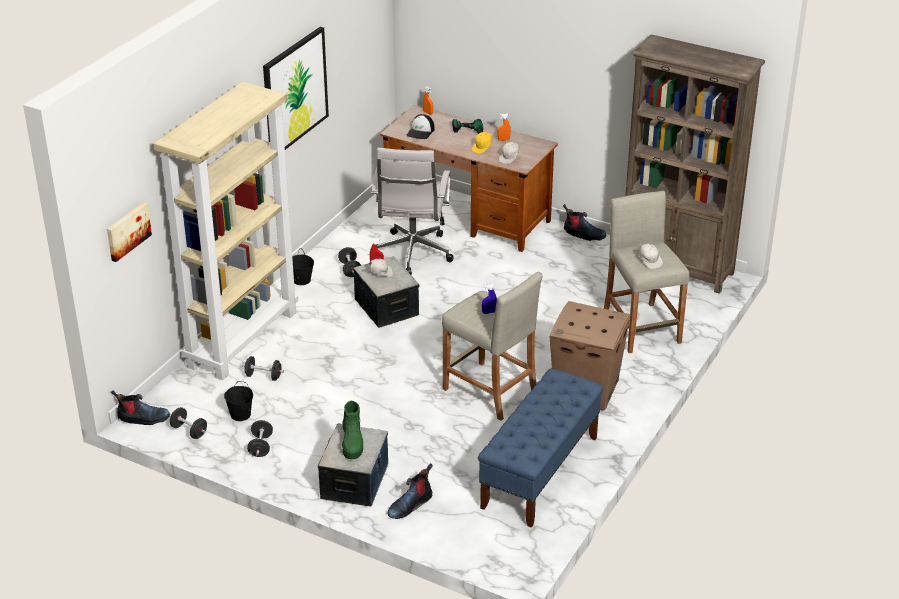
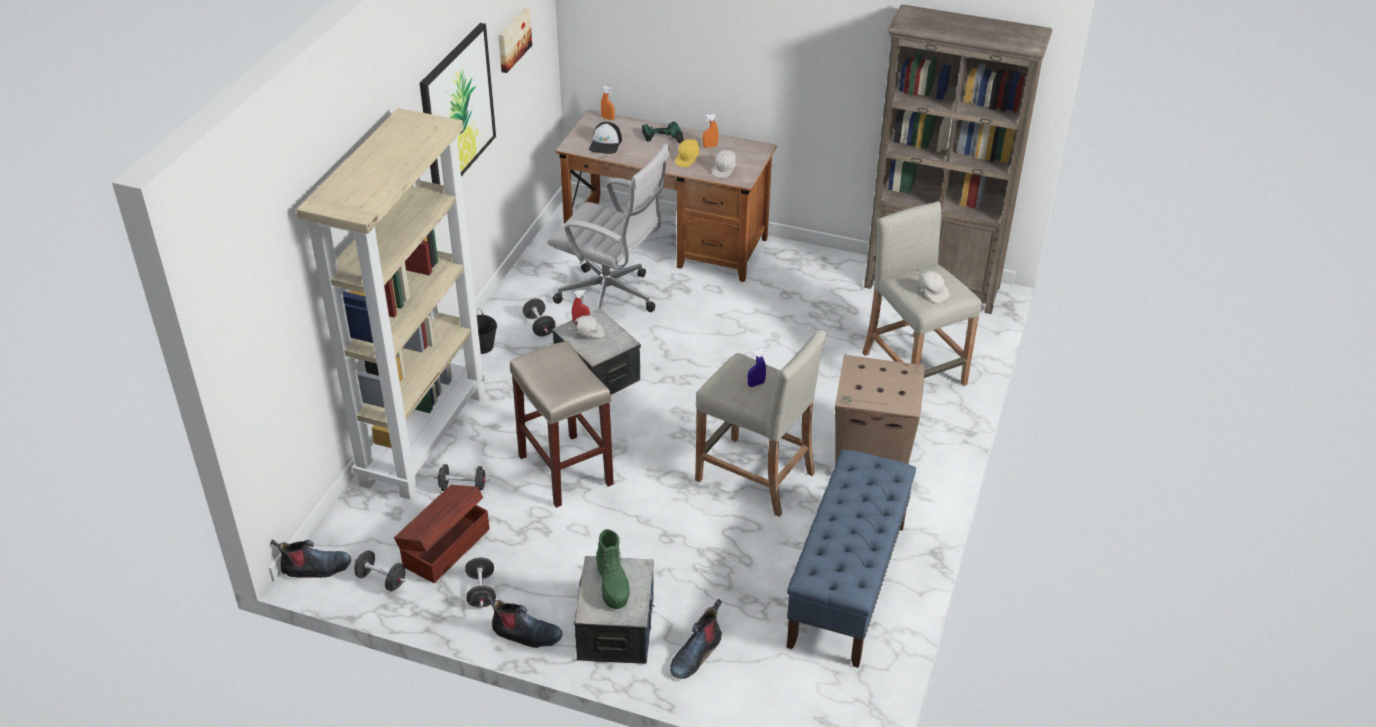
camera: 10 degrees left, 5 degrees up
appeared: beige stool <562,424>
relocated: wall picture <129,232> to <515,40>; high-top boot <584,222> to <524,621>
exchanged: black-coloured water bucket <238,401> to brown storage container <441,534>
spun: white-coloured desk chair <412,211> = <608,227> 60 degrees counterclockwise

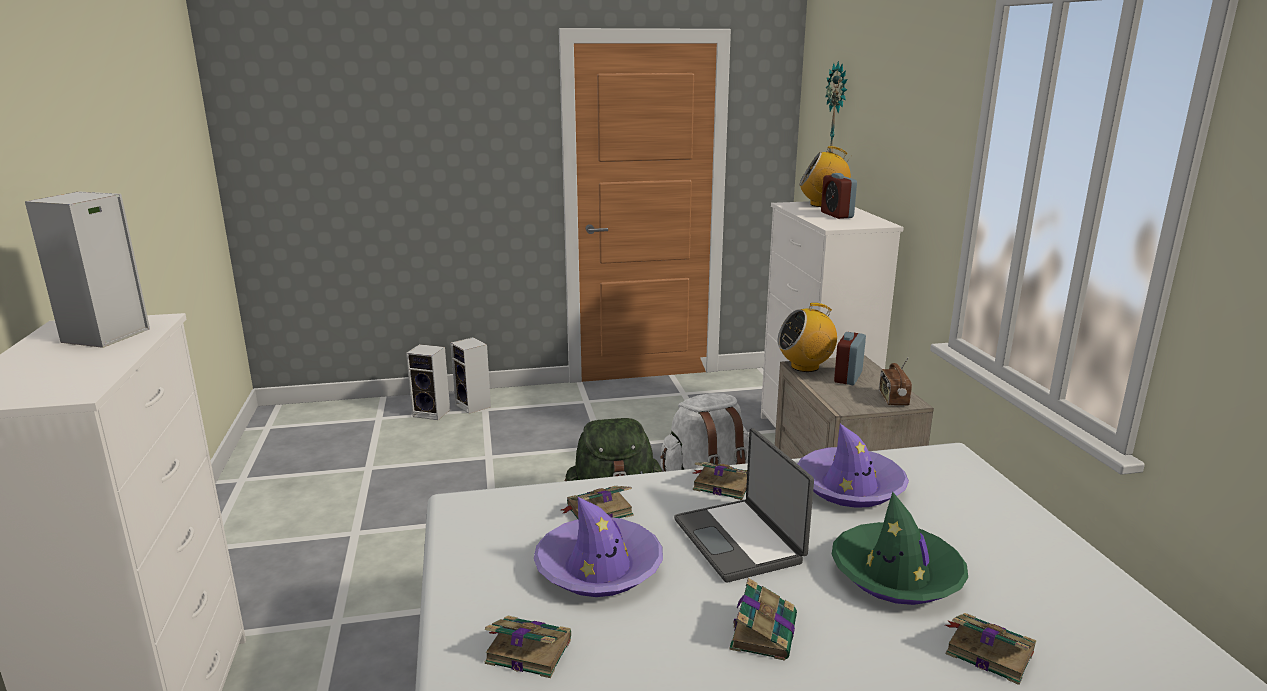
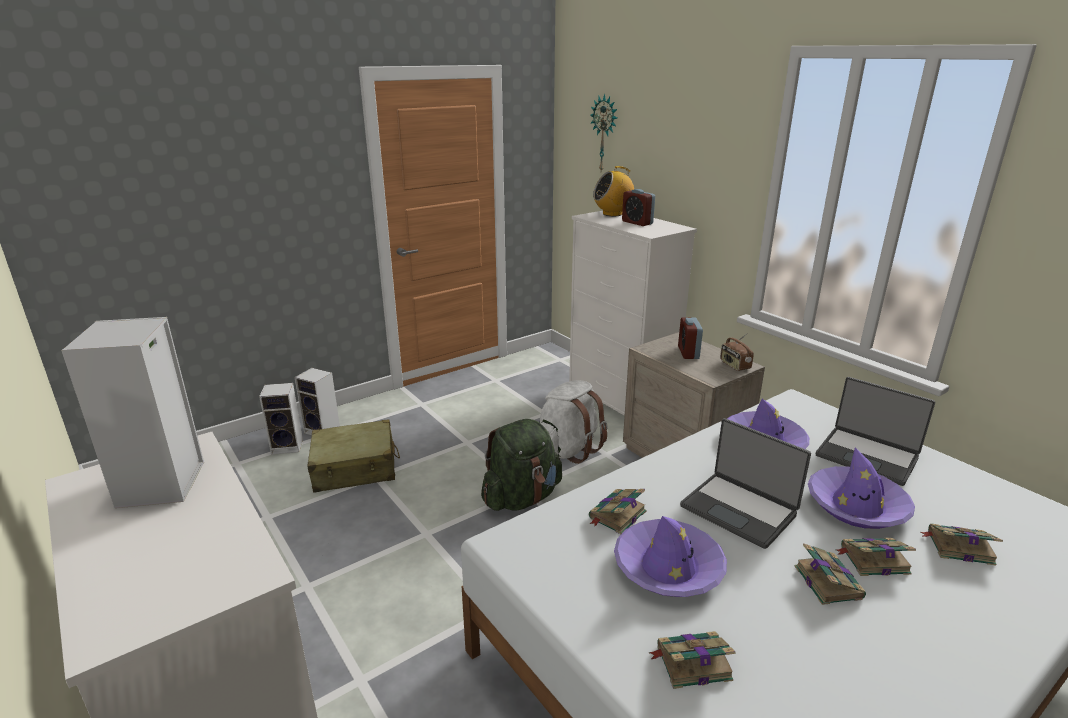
camera: 25 degrees left, 5 degrees up
missing: radio set <807,337>
appeared: beige piece of luggage <354,456>; notebook computer <875,431>
relocated: book <720,481> to <876,557>
colour: green clothing hat <900,548> to purple clothing hat <861,488>

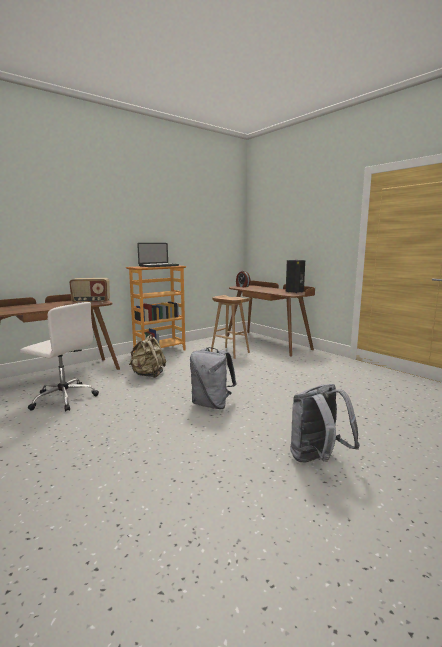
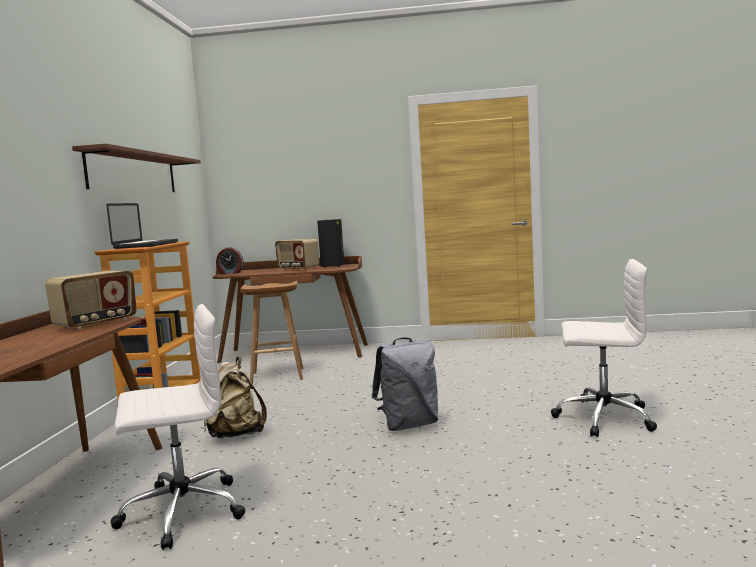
camera: 45 degrees left, 5 degrees down
appeared: brown shelf <136,168>; radio set <297,255>
exchanged: greyish knapsack <325,423> to white-coloured desk chair <604,348>

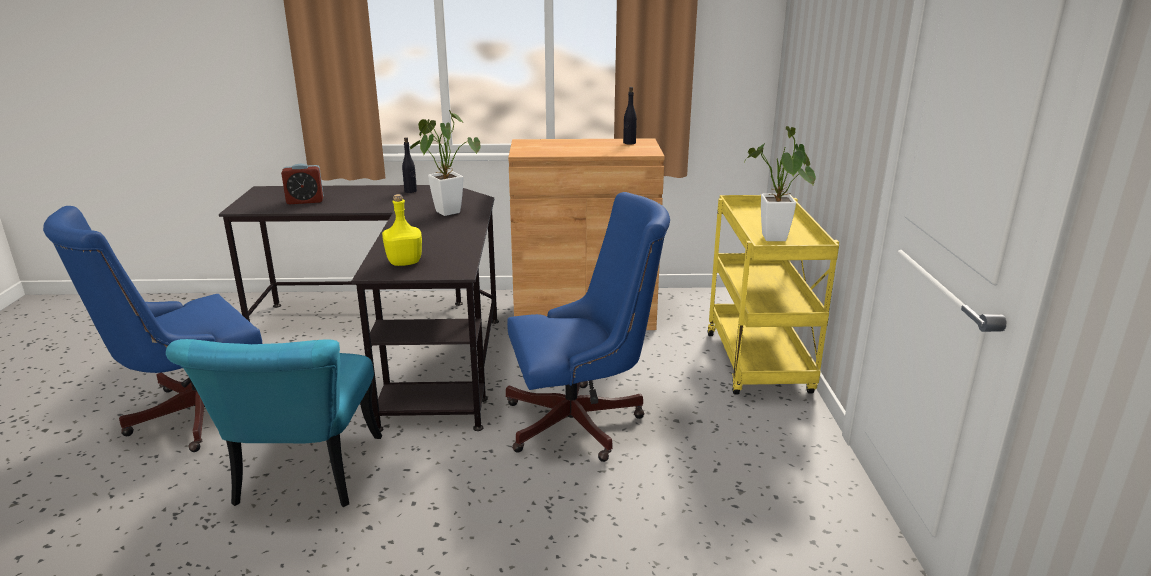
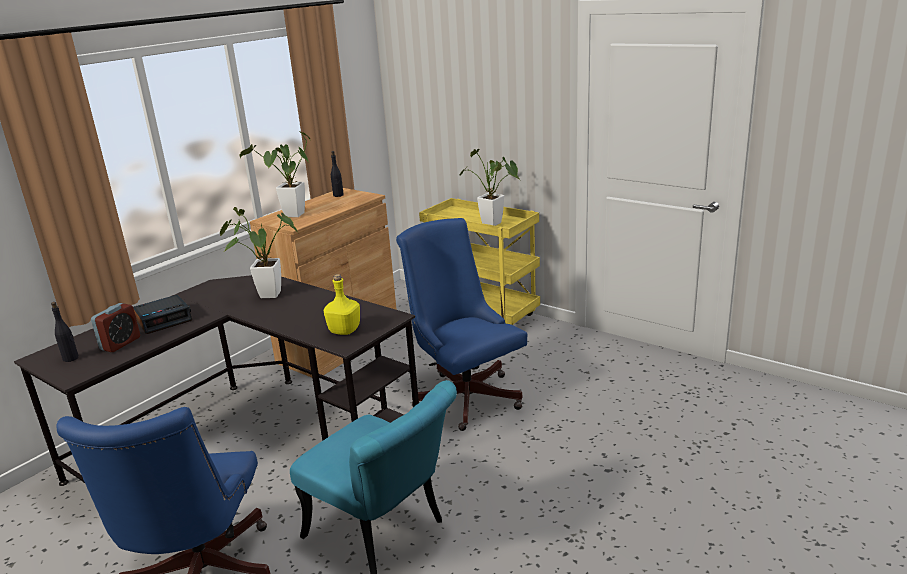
camera: 50 degrees left, 0 degrees up
appeared: table clock <162,314>; plant in a pot <274,174>
relocated: black-coloured bottle <409,165> to <65,332>
spun: blue desk chair <588,327> = <461,324> 60 degrees counterclockwise

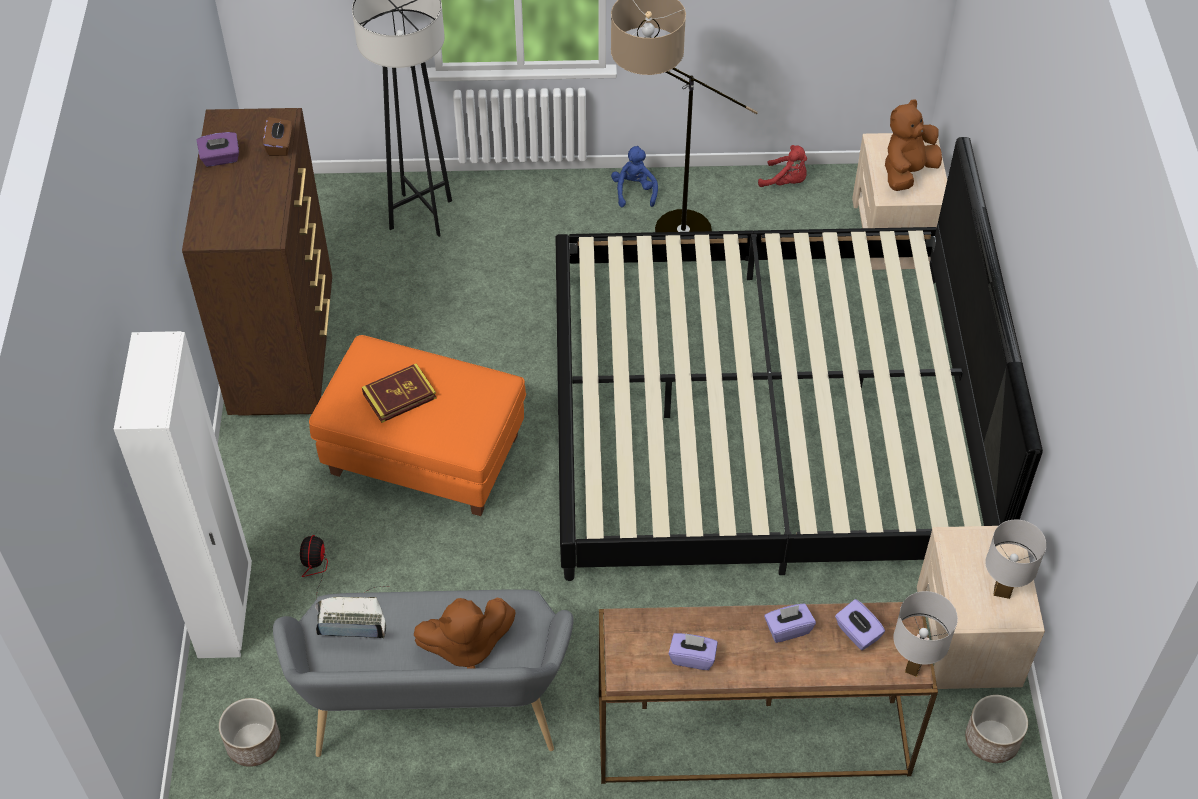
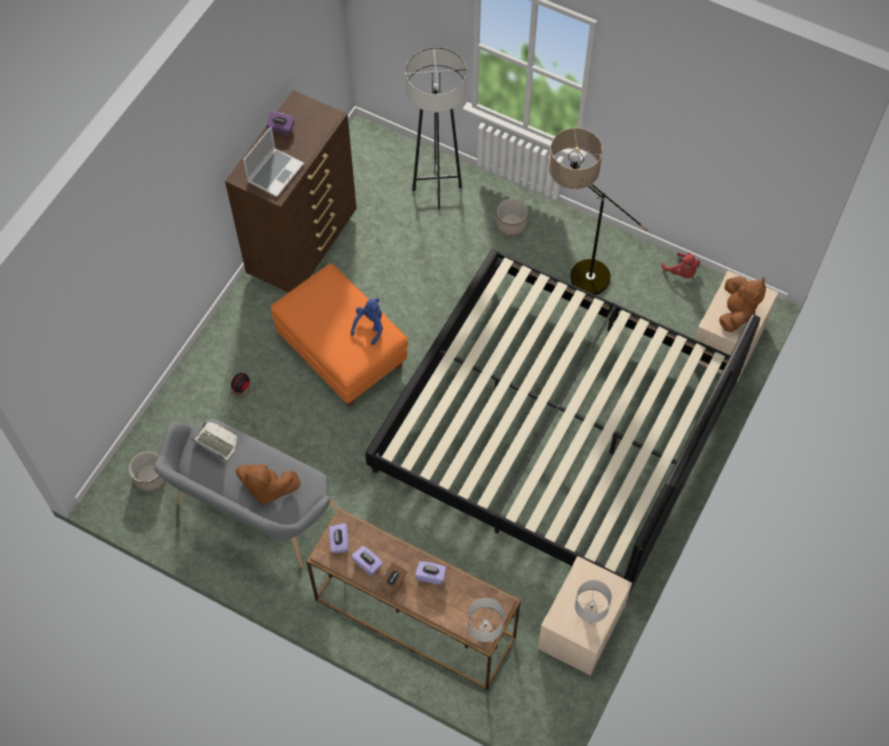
camera: 30 degrees right, 10 degrees up
missing: white-coloured clothes cupboard <183,494>; book <399,393>
appeared: notebook computer <273,161>
relocated: brown tissue box <277,136> to <392,578>; blue plush toy <634,176> to <367,321>; purple tissue box <860,624> to <339,538>; plant pot <996,729> to <512,217>
spun: brown plush toy <913,145> = <742,304> 120 degrees clockwise

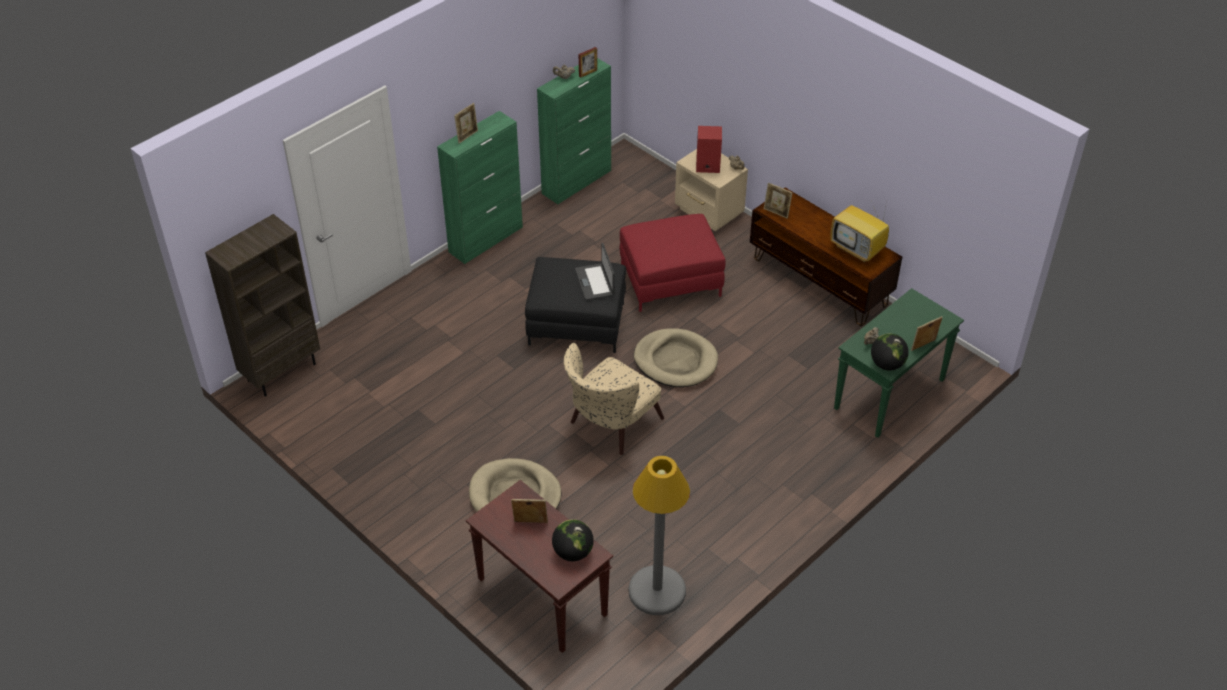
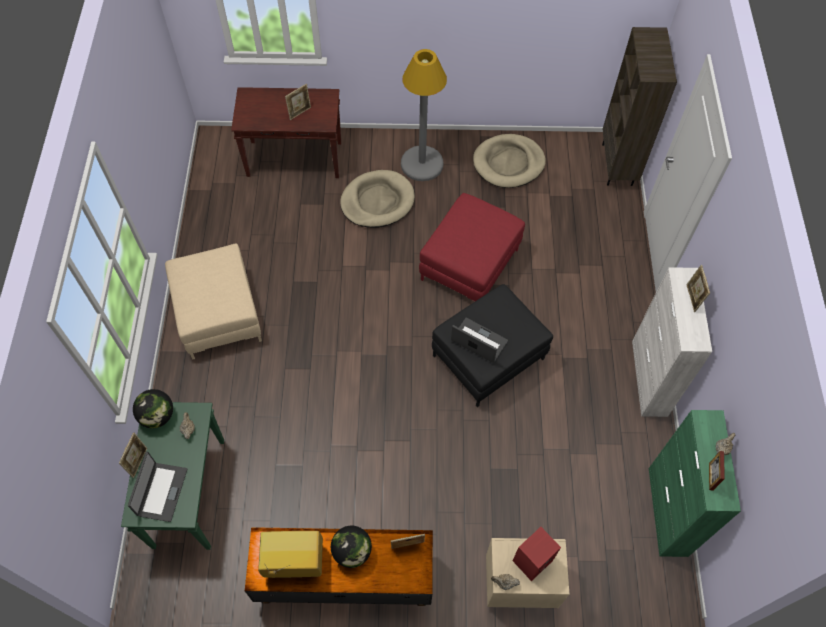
camera: 135 degrees right, 15 degrees up
missing: beige armchair <614,399>
appeared: notebook computer <157,487>; beige pouffe <213,301>
relocated: globe <573,540> to <351,547>; red pouffe <673,263> to <472,247>; greyish floor lamp <659,535> to <424,115>; beige dog cushion <676,357> to <509,161>
colour: green storage cabinet <480,187> to white-coloured storage cabinet <672,342>

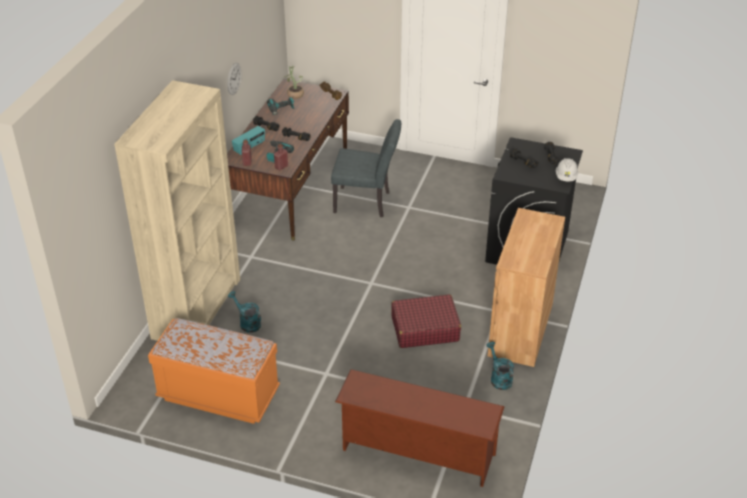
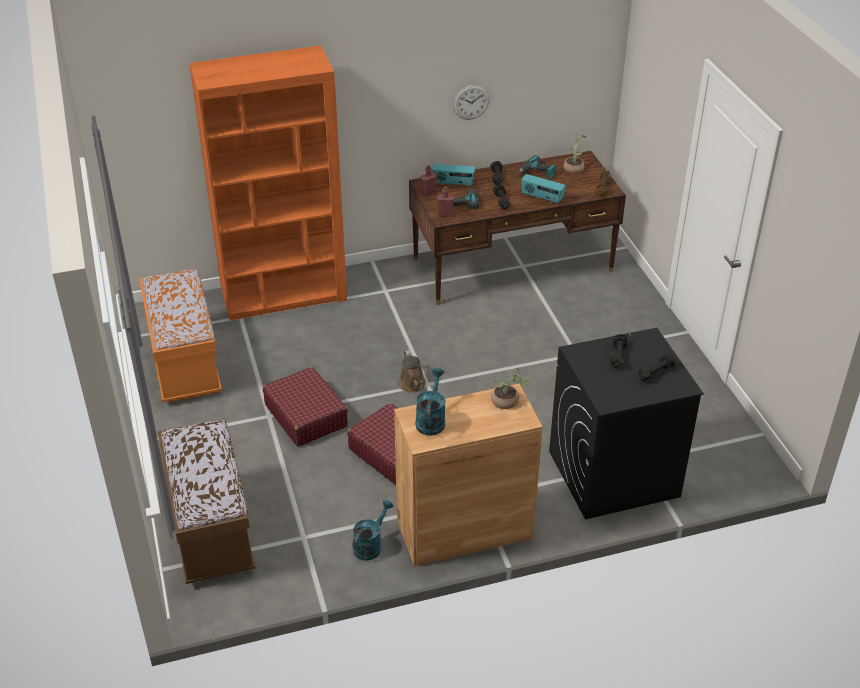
camera: 55 degrees right, 0 degrees up
missing: greyish upright chair <366,168>; white-coloured safety helmet <567,170>
appeared: red piece of luggage <305,407>; brown watering can <412,371>; plant in a pot <510,388>; radio set <543,189>
relocated: turquoise watering can <244,312> to <431,402>
exchanged: brown shoe rack <419,428> to brown bench <206,501>
colour: beige shelving unit <177,210> to orange-coloured shelving unit <268,182>

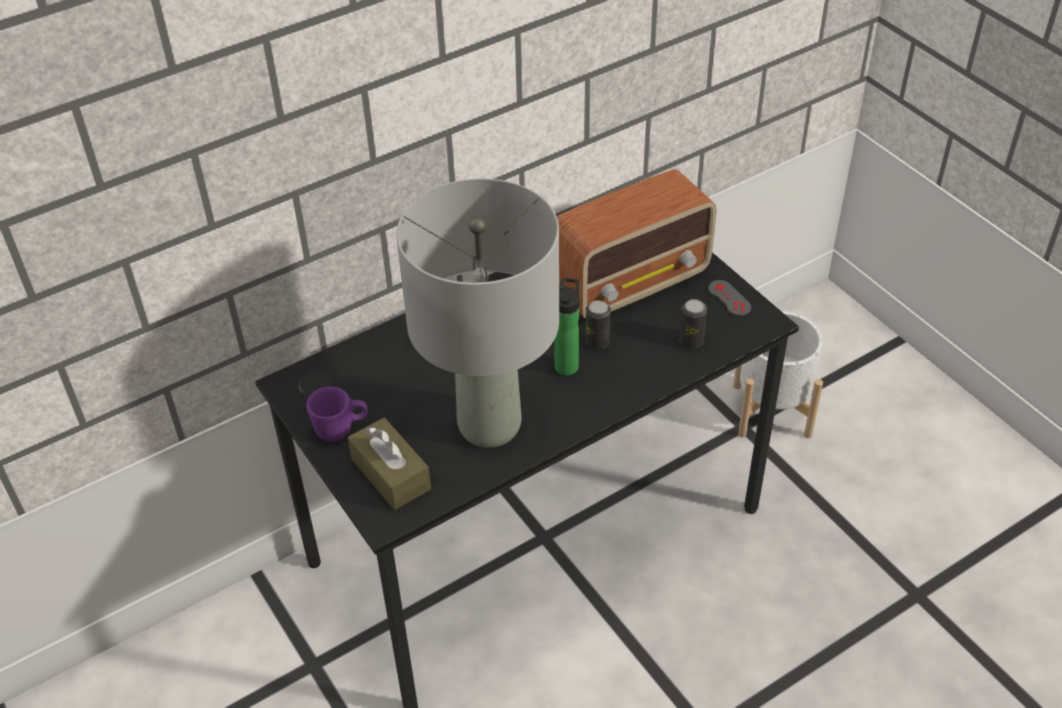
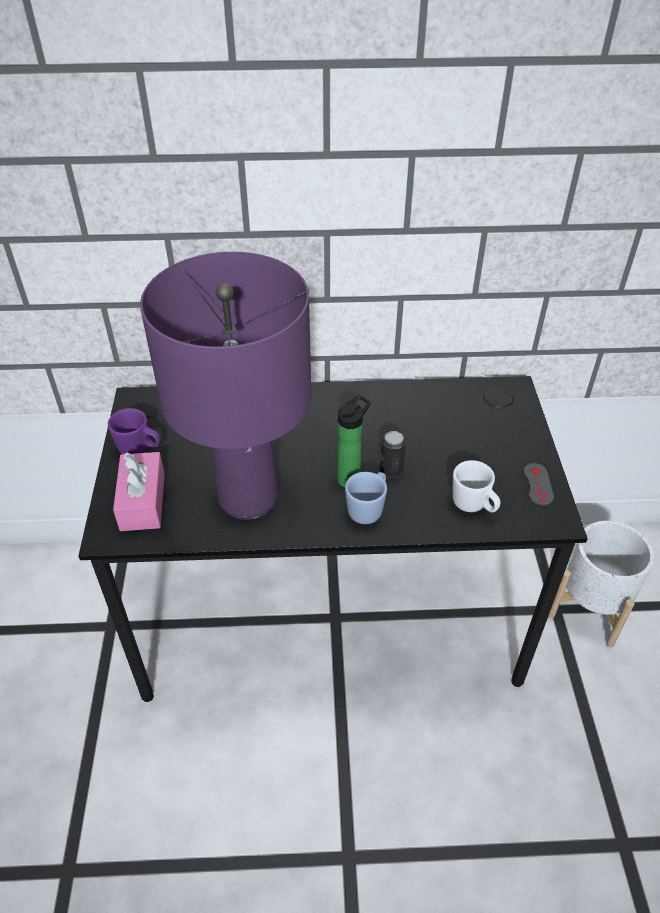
camera: 30 degrees right, 0 degrees up
missing: radio set <637,244>
appeared: blue coffee mug <366,498>
exchanged: can <693,323> to white-coloured coffee mug <476,486>
colour: brown tissue box <389,464> to pink-coloured tissue box <139,491>; greyish table lamp <477,313> to purple table lamp <225,386>

